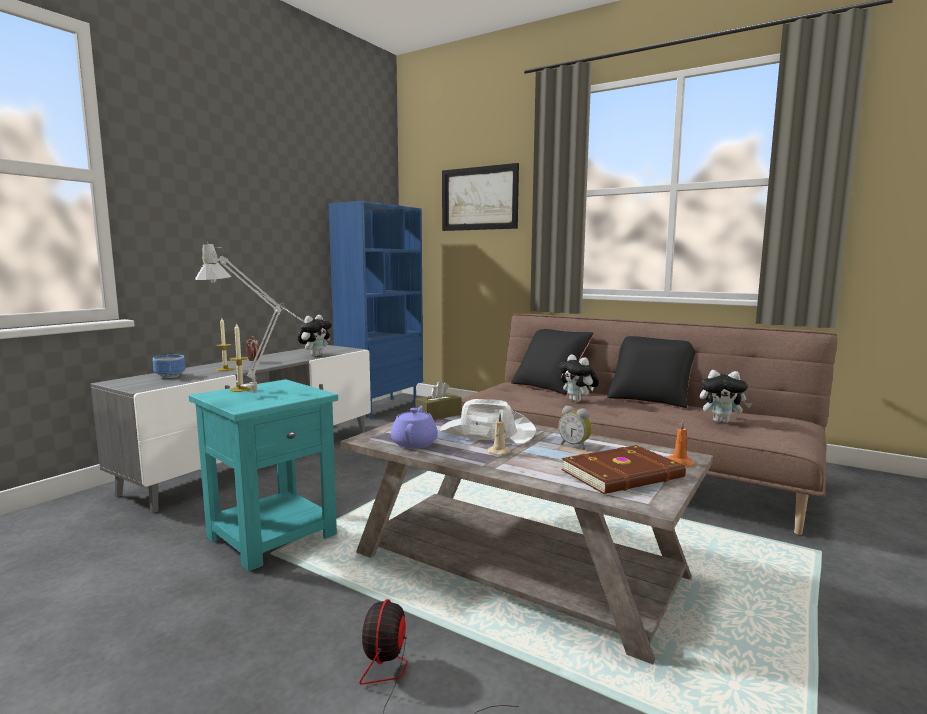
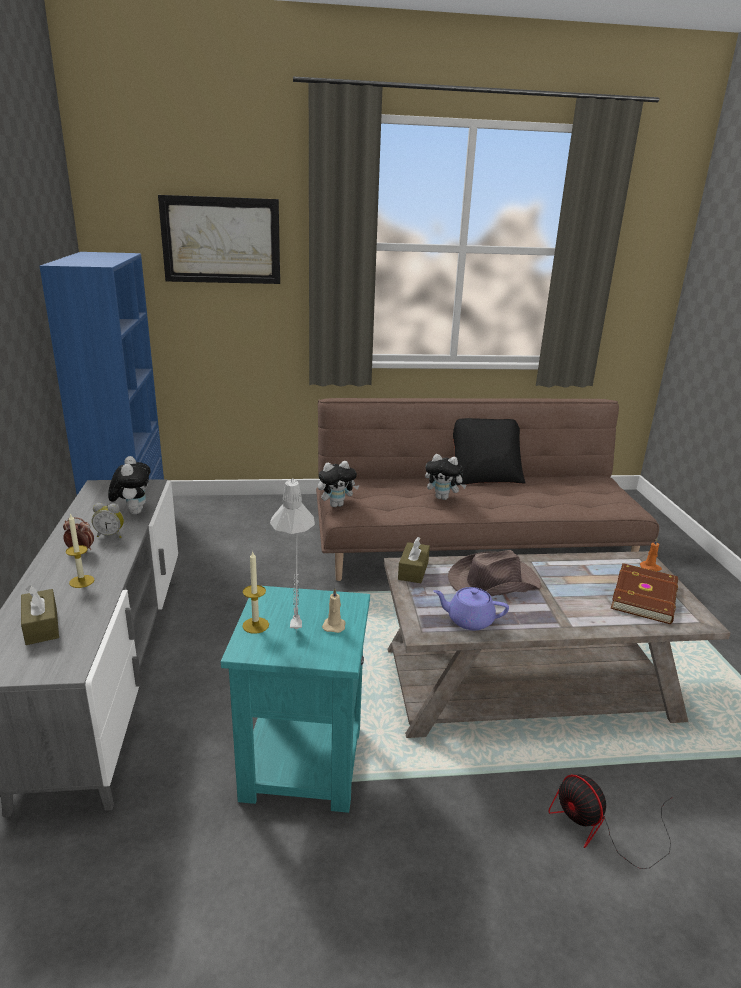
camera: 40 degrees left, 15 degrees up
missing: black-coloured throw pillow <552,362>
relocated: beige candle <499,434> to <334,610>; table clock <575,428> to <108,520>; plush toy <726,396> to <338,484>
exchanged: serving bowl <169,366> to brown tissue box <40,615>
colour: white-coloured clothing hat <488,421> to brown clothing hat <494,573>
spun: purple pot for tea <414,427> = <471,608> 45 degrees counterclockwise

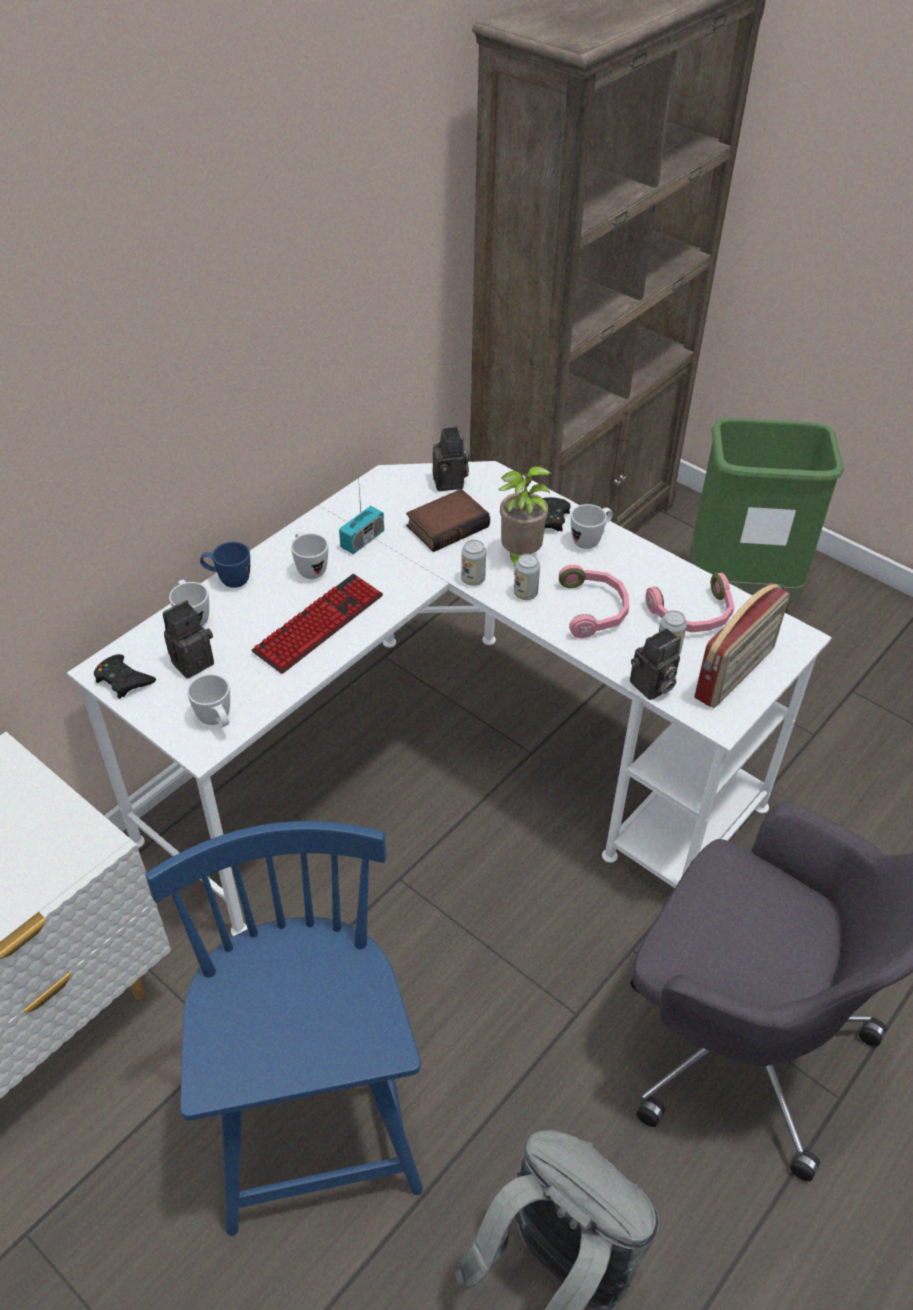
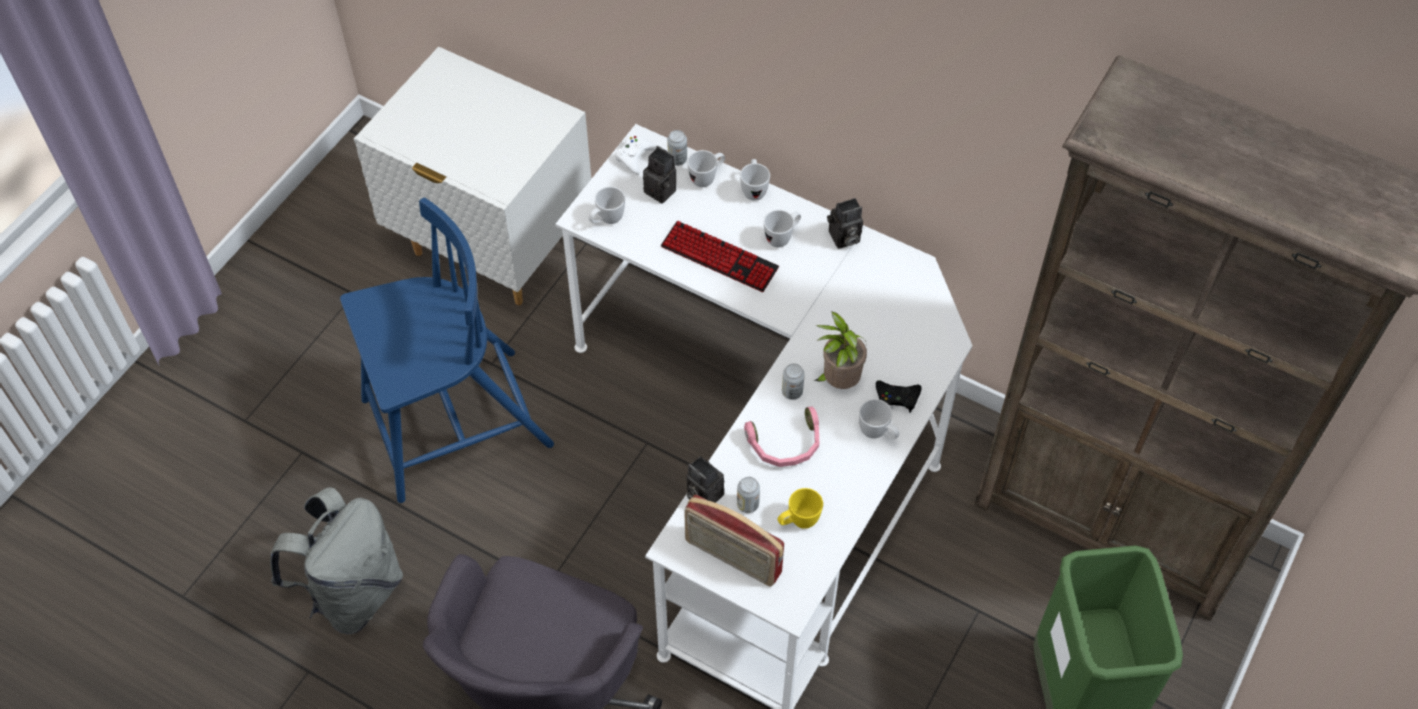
camera: 80 degrees right, 10 degrees up
missing: radio set <361,514>; book <448,520>
relocated: photo camera <451,458> to <845,223>; can <473,563> to <677,148>
exchanged: pink-coloured headset <690,602> to yellow-coloured coffee mug <800,508>
colour: black-coloured joypad <125,676> to white-coloured joypad <635,155>; blue coffee mug <225,565> to white-coloured coffee mug <755,180>

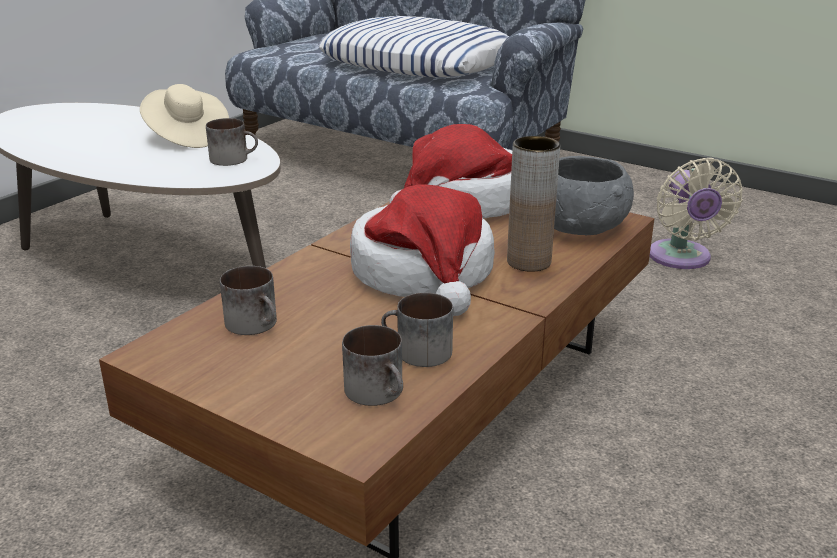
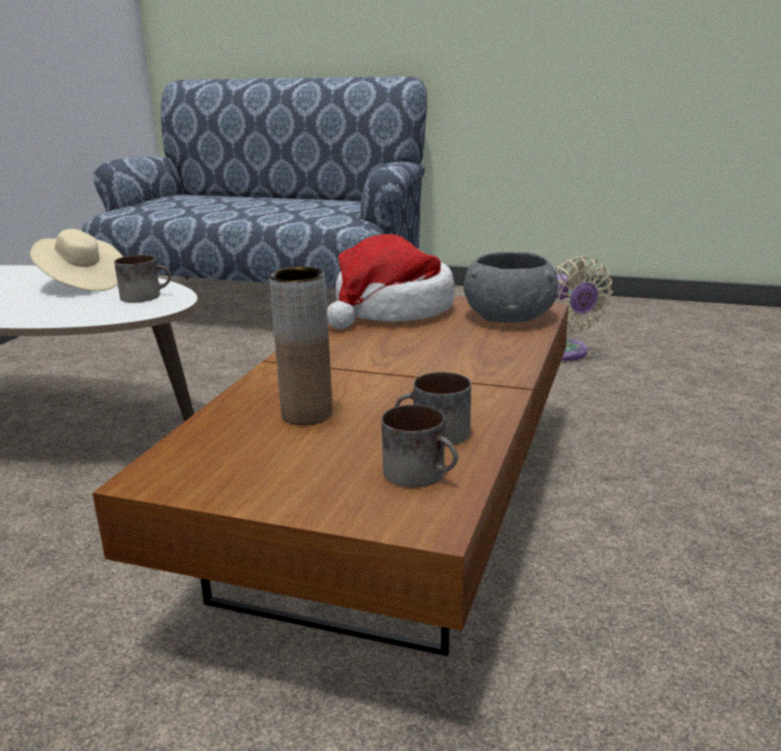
camera: 15 degrees left, 5 degrees down
missing: coffee mug <248,300>; throw pillow <413,47>; clothing hat <422,250>
relocated: brown flower vase <533,204> to <301,346>

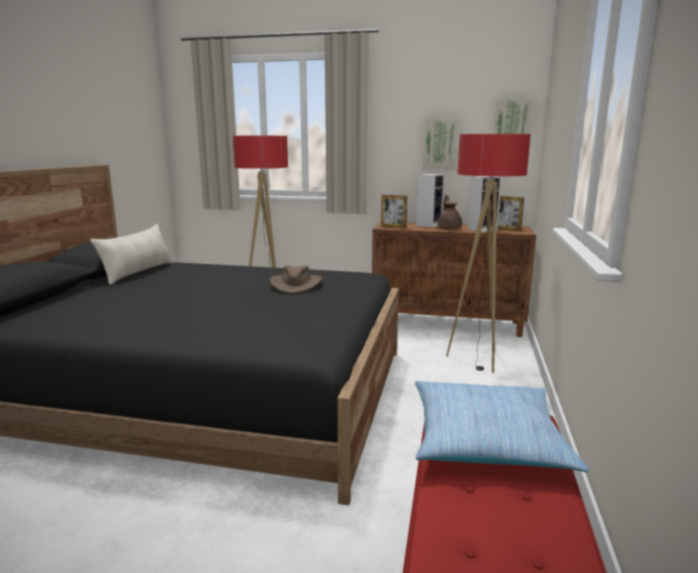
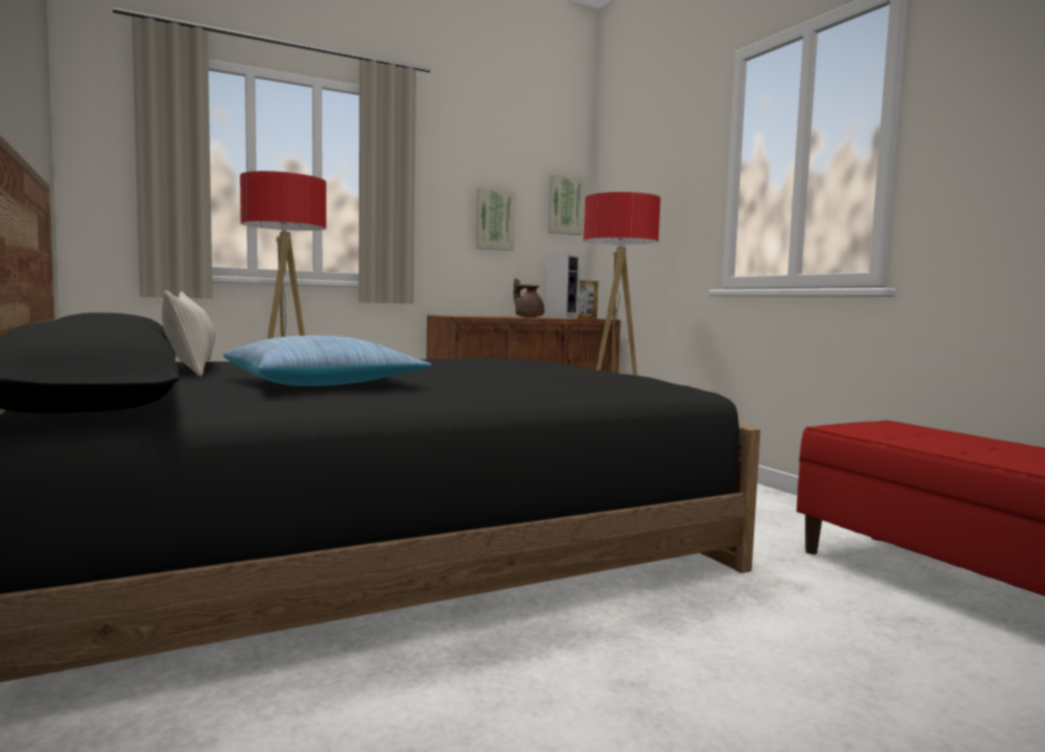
camera: 40 degrees left, 10 degrees down
missing: brown clothing hat <295,279>; photo frame <394,211>; speaker <430,201>
relocated: throw pillow <502,426> to <327,360>

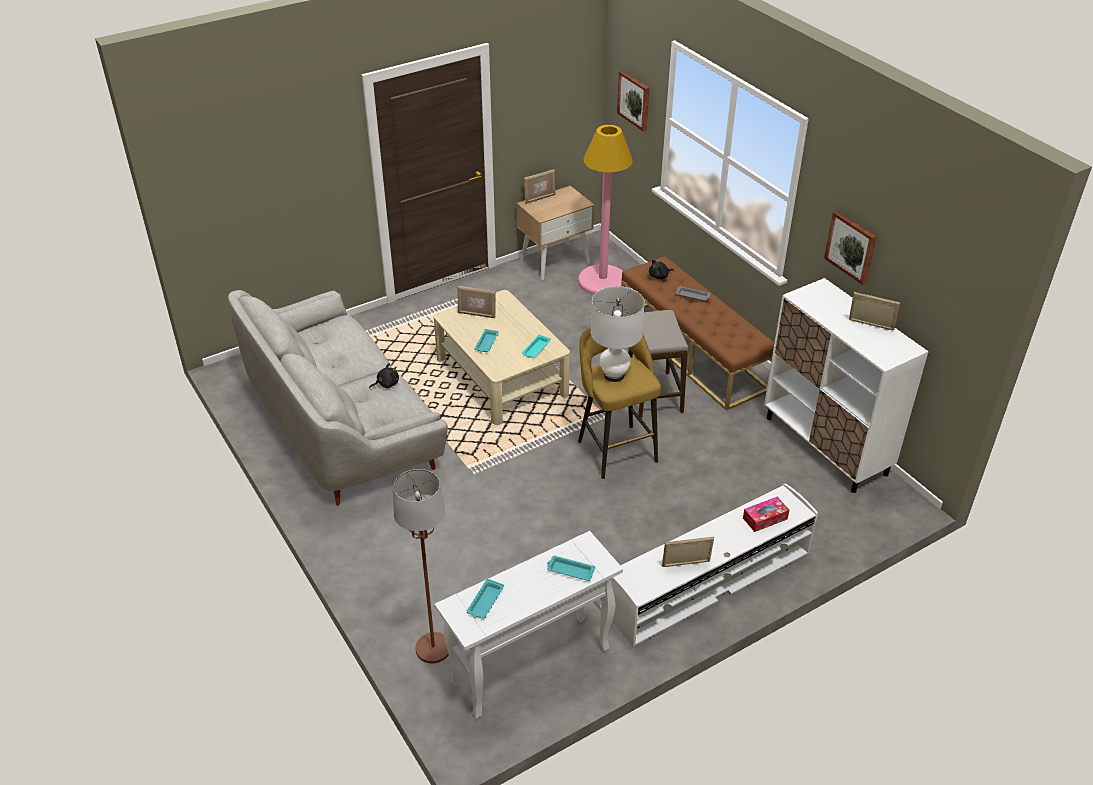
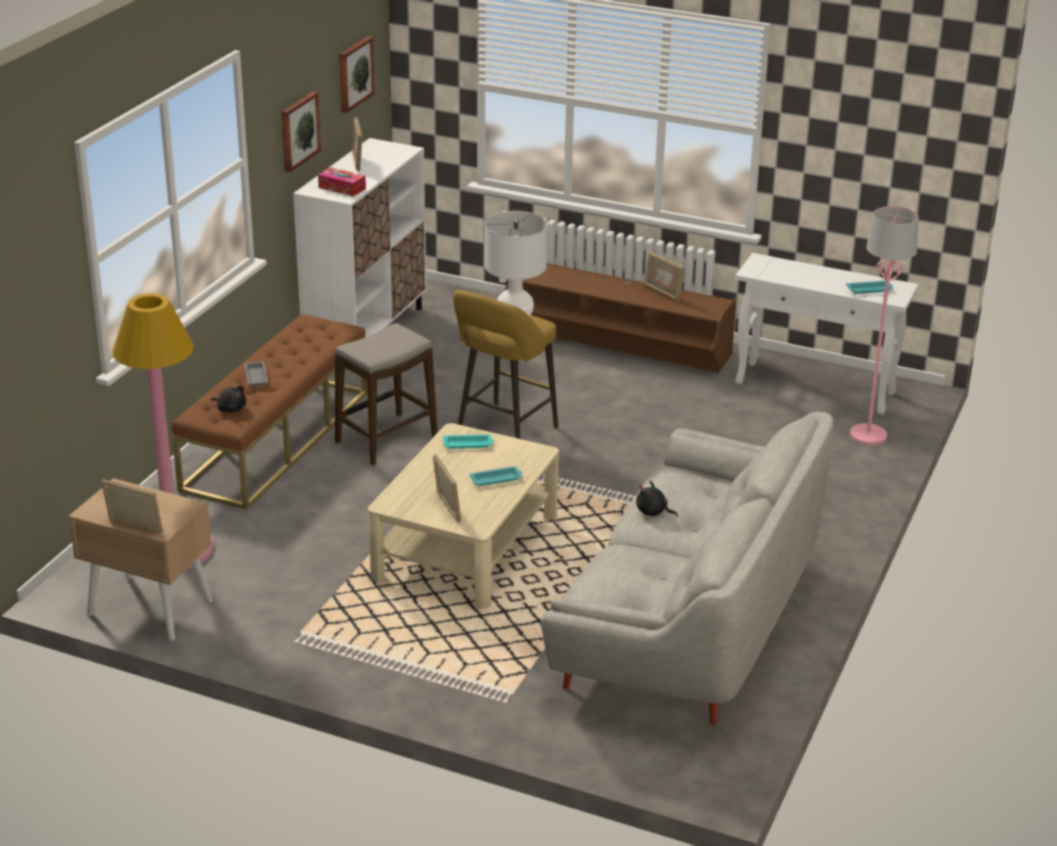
camera: 125 degrees left, 10 degrees down
missing: turquoise carrying tray <571,568>
relocated: wall picture <633,100> to <357,74>; tissue box <766,514> to <342,182>
colour: brown floor lamp <421,566> to pink-coloured floor lamp <884,325>; white-coloured tv stand <715,565> to brown tv stand <620,318>

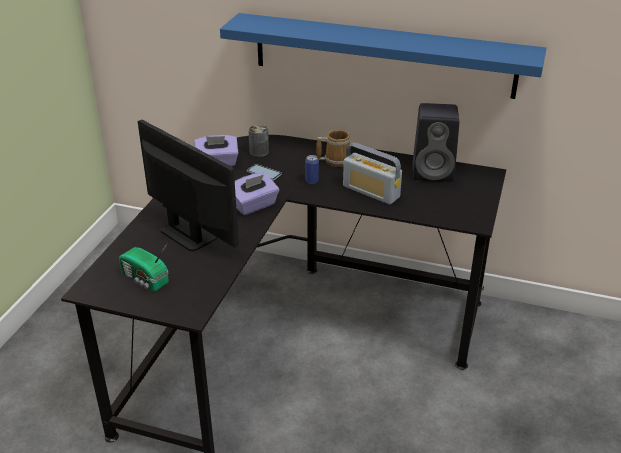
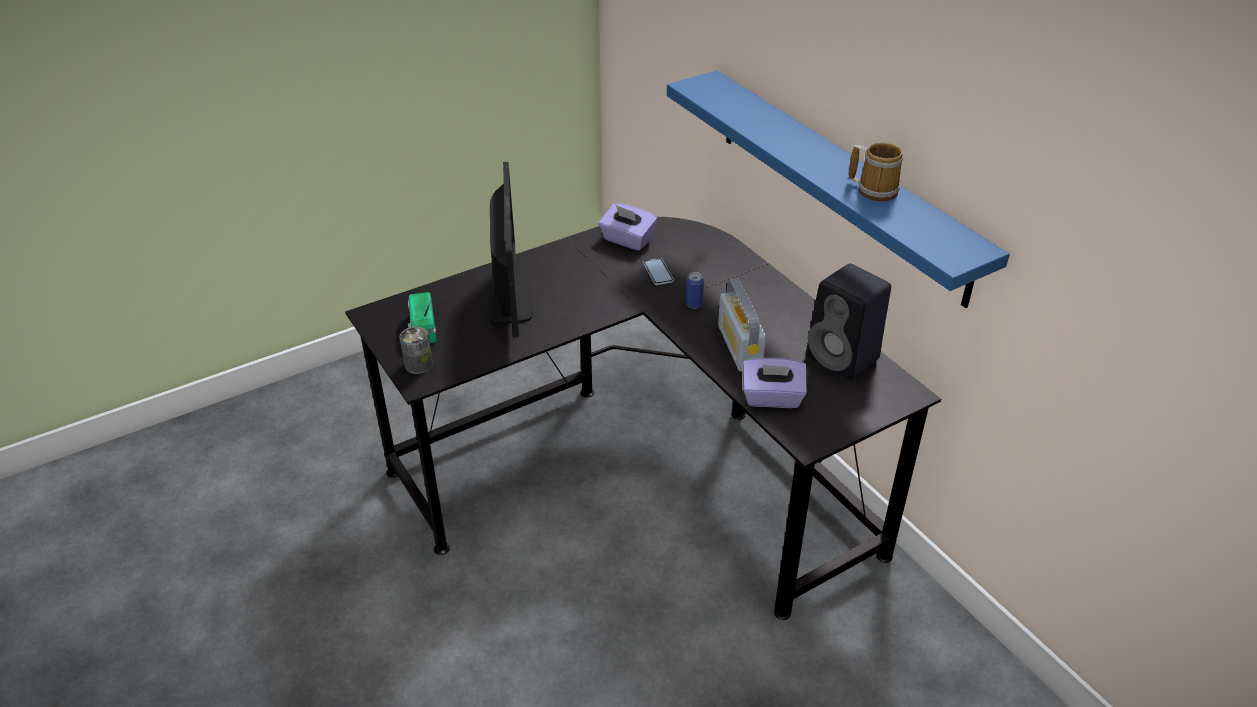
camera: 40 degrees right, 5 degrees up
relocated: purple tissue box <257,194> to <775,383>; can <258,141> to <416,350>; coffee mug <333,148> to <876,171>

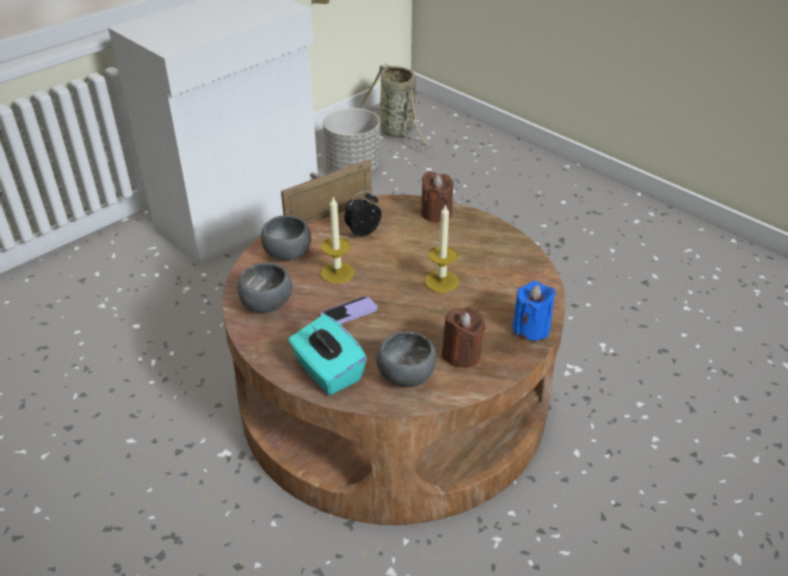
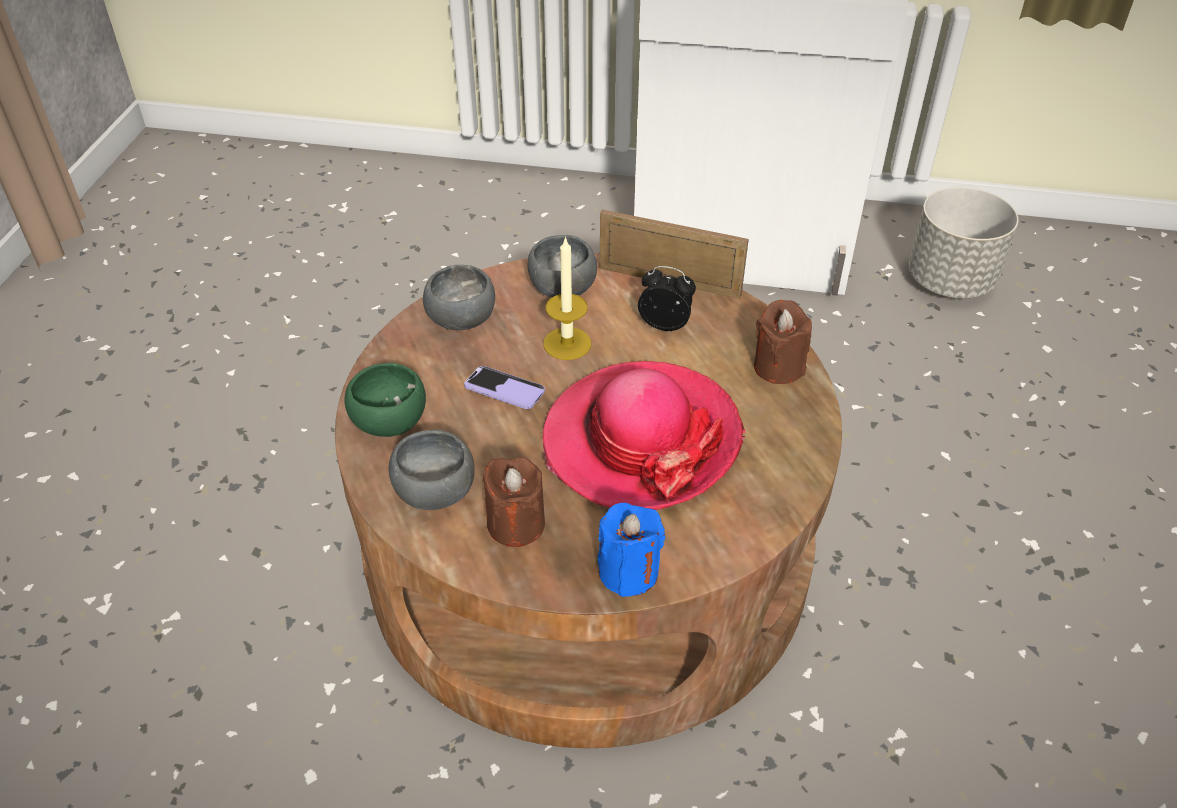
camera: 55 degrees right, 5 degrees up
missing: household basket <396,106>
exchanged: turquoise tissue box <327,354> to green serving bowl <385,400>; candle <442,248> to clothing hat <644,435>

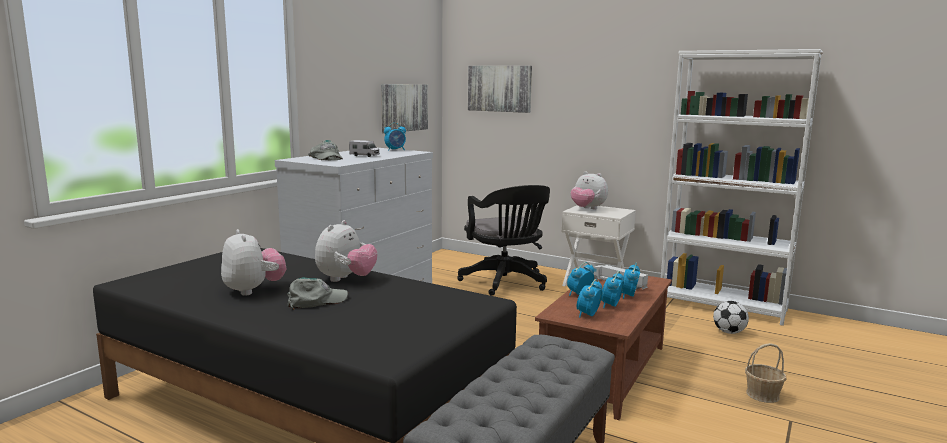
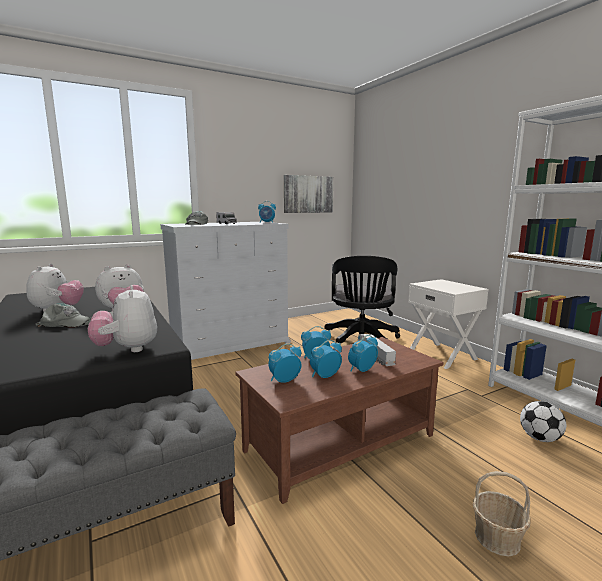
camera: 30 degrees right, 0 degrees up
missing: wall picture <500,89>
relocated: plush toy <589,190> to <122,318>

